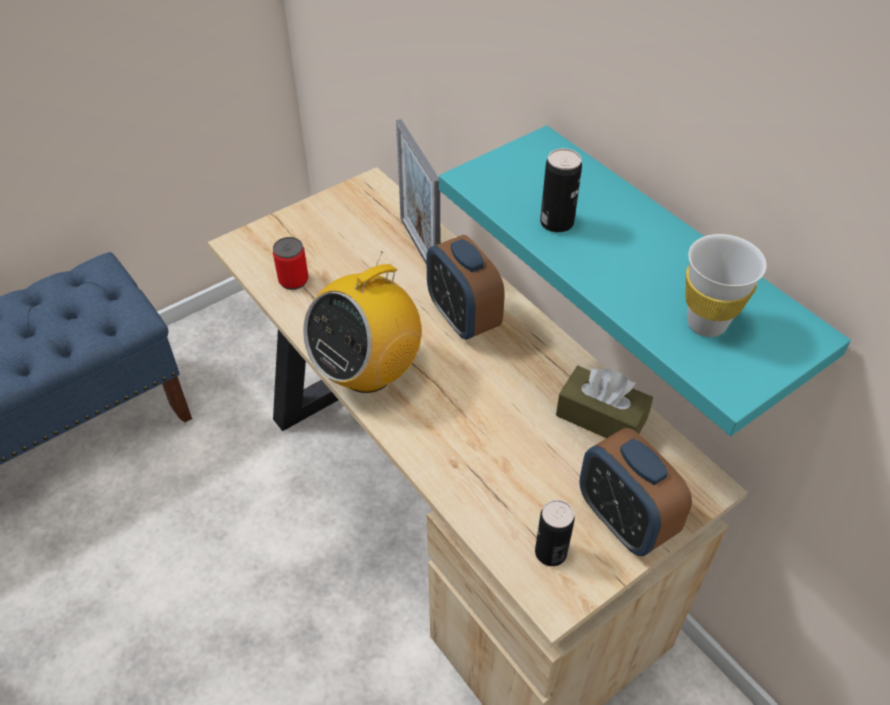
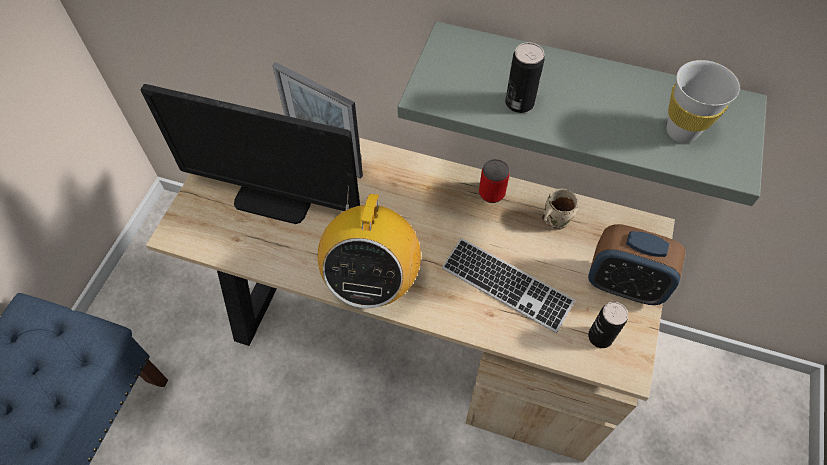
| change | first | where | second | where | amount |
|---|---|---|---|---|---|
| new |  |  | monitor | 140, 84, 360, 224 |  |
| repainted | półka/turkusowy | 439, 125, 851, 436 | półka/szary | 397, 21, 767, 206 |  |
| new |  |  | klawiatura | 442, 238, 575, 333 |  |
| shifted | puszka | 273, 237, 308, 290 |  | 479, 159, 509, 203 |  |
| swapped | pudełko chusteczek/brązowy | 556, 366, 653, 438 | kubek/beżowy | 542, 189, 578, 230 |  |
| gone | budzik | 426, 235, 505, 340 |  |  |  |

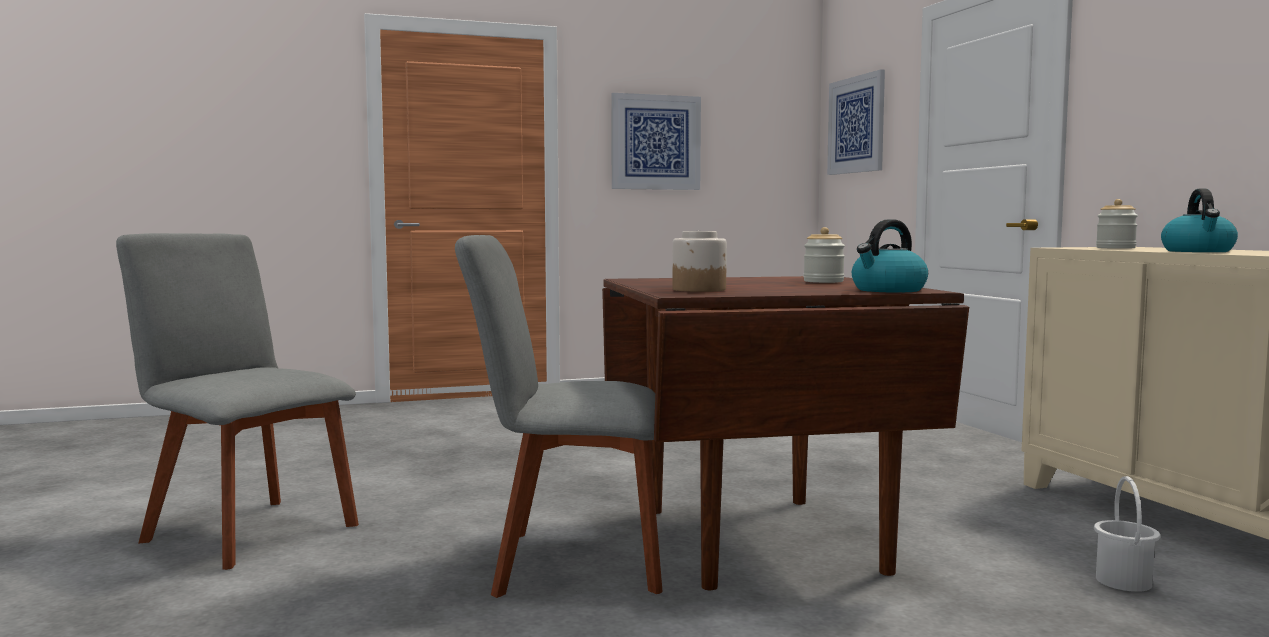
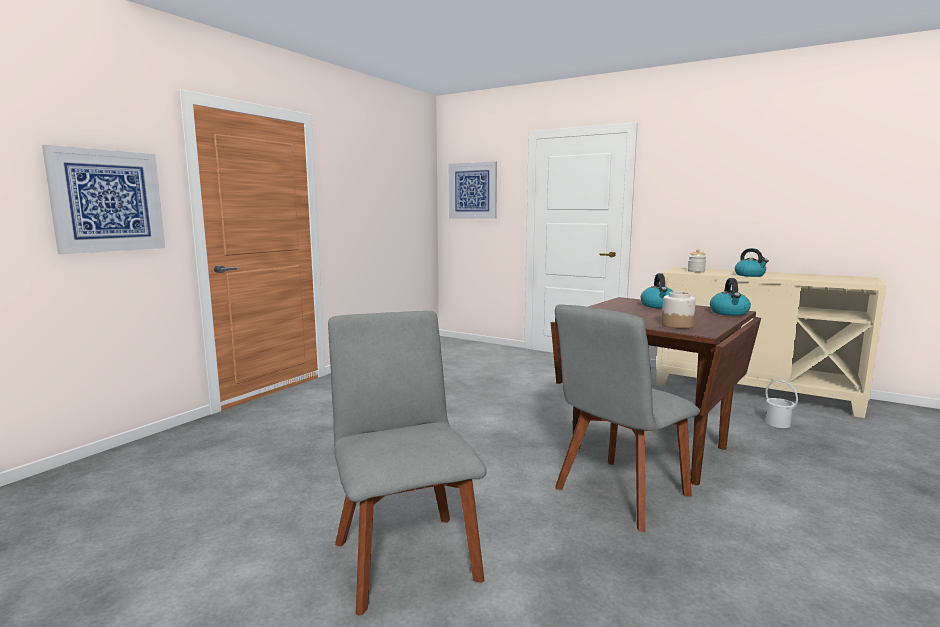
| change | first | where | second | where | amount |
|---|---|---|---|---|---|
| shifted | obraz | 611, 93, 701, 190 |  | 42, 145, 165, 254 |  |
| rotated | krzesło/szary | 116, 233, 359, 570 |  | 328, 311, 487, 615 | 75 degrees clockwise |
| swapped | słoik | 803, 227, 845, 283 | czajnik | 641, 273, 674, 308 |  |

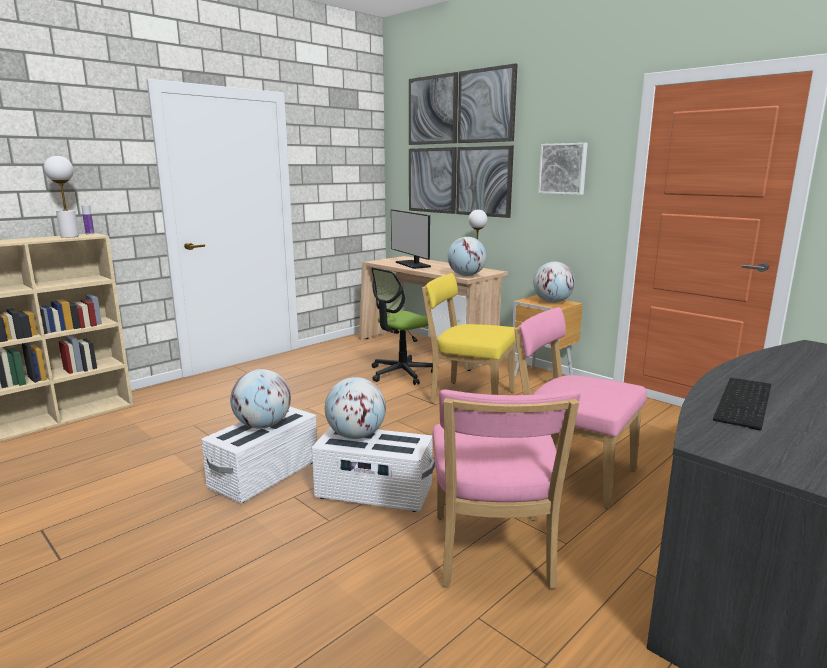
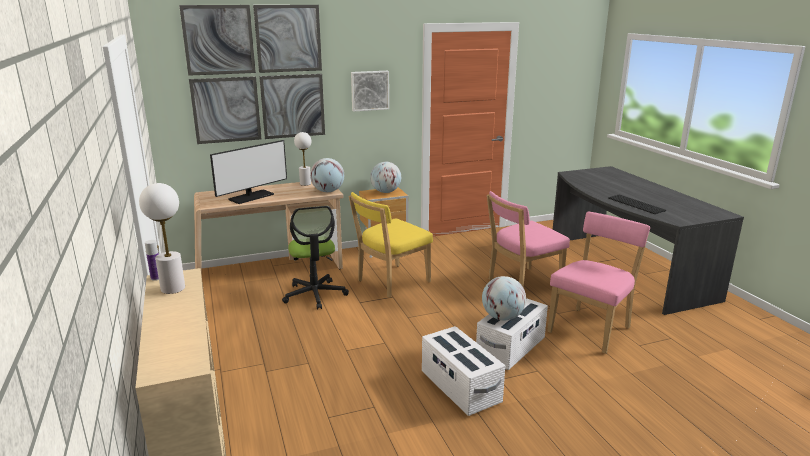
| change | first | where | second | where | amount |
|---|---|---|---|---|---|
| rotated | monitor | 391, 210, 431, 269 |  | 210, 140, 287, 204 | 45 degrees counterclockwise |
| rotated | krzesło/różowy | 433, 390, 580, 589 |  | 547, 211, 650, 354 | 75 degrees counterclockwise |
| gone | globus | 230, 369, 291, 429 |  |  |  |

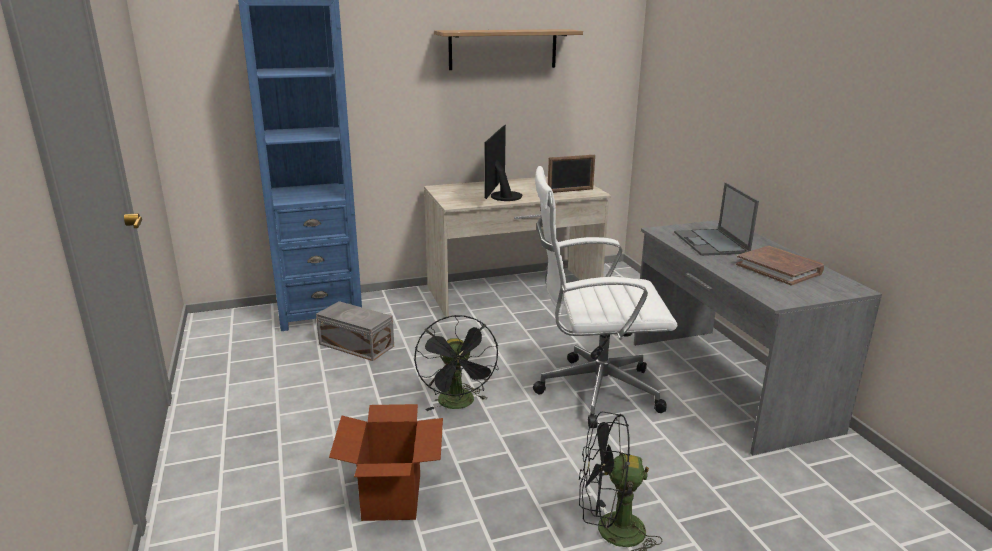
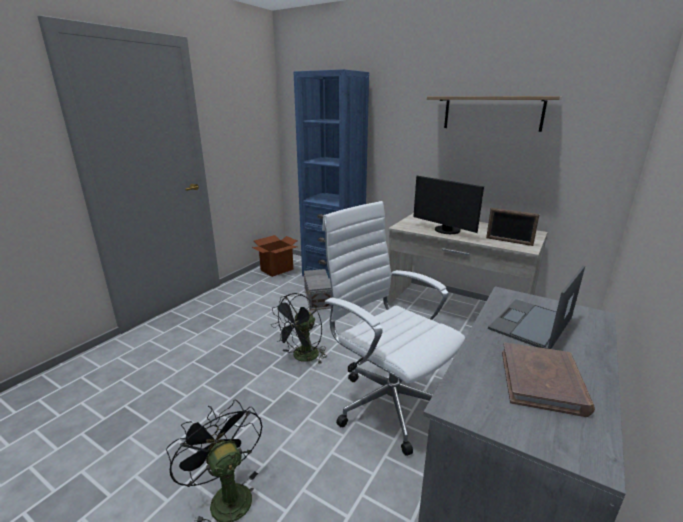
| change | first | where | second | where | amount |
|---|---|---|---|---|---|
| shifted | karton | 329, 404, 443, 521 |  | 252, 235, 297, 277 |  |
| rotated | monitor | 484, 125, 522, 201 |  | 413, 176, 484, 234 | 105 degrees counterclockwise |

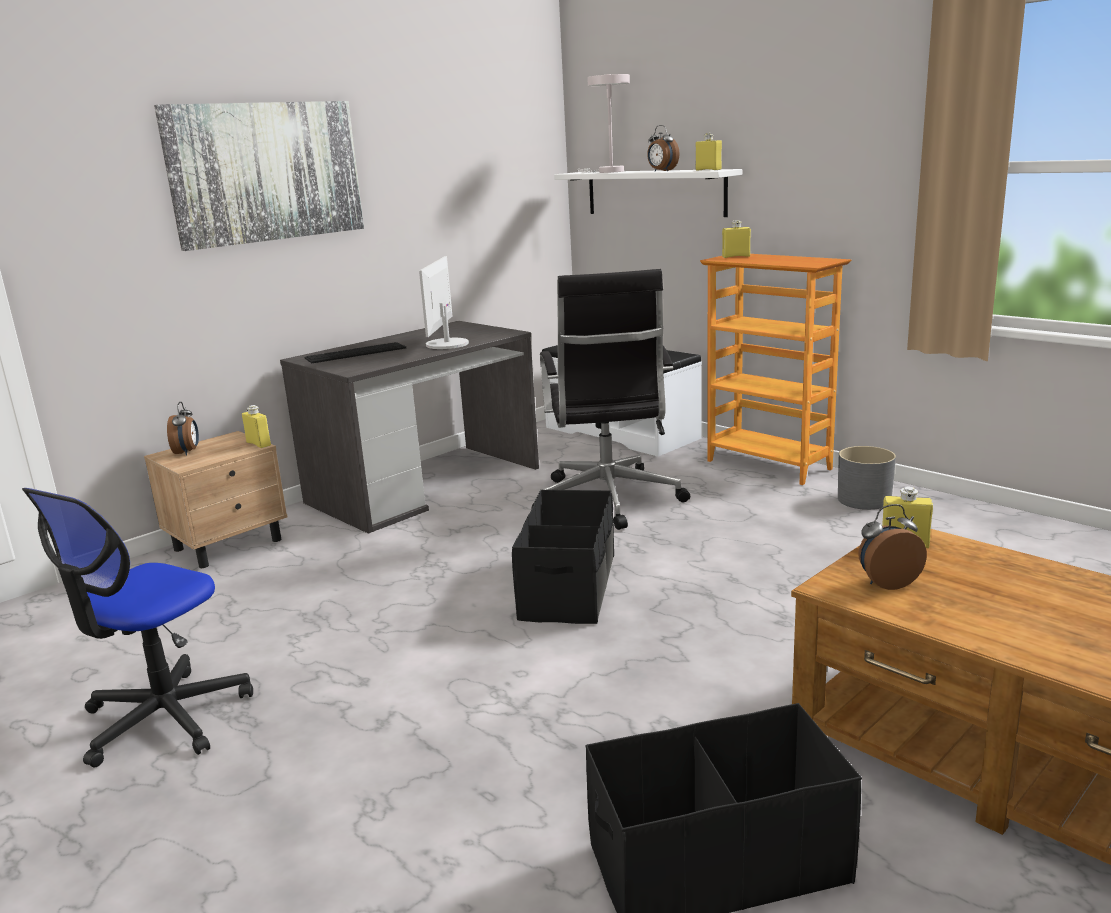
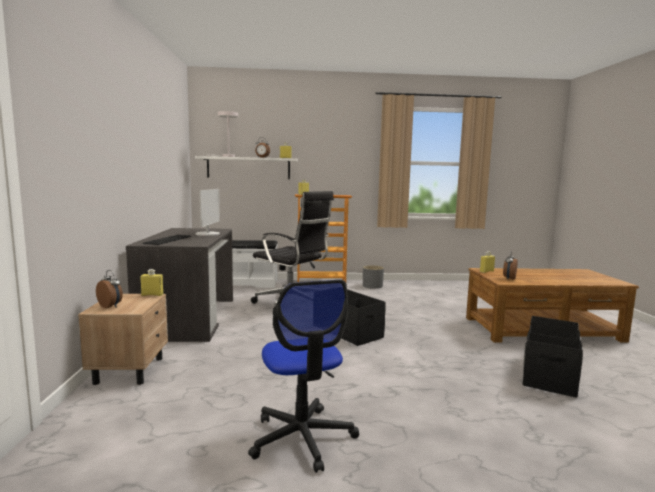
| change | first | where | second | where | amount |
|---|---|---|---|---|---|
| rotated | monitor | 419, 256, 469, 349 |  | 195, 189, 220, 236 | 135 degrees counterclockwise |
| gone | obraz | 154, 101, 364, 251 |  |  |  |

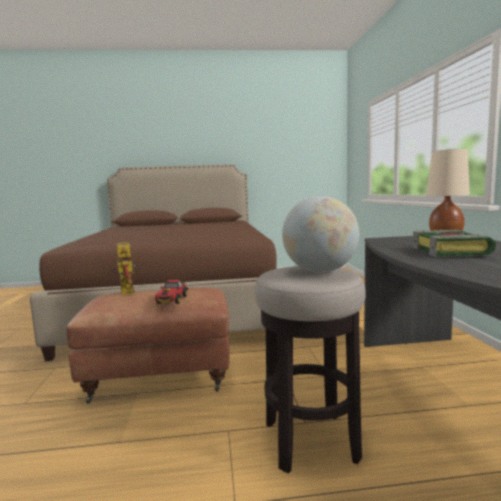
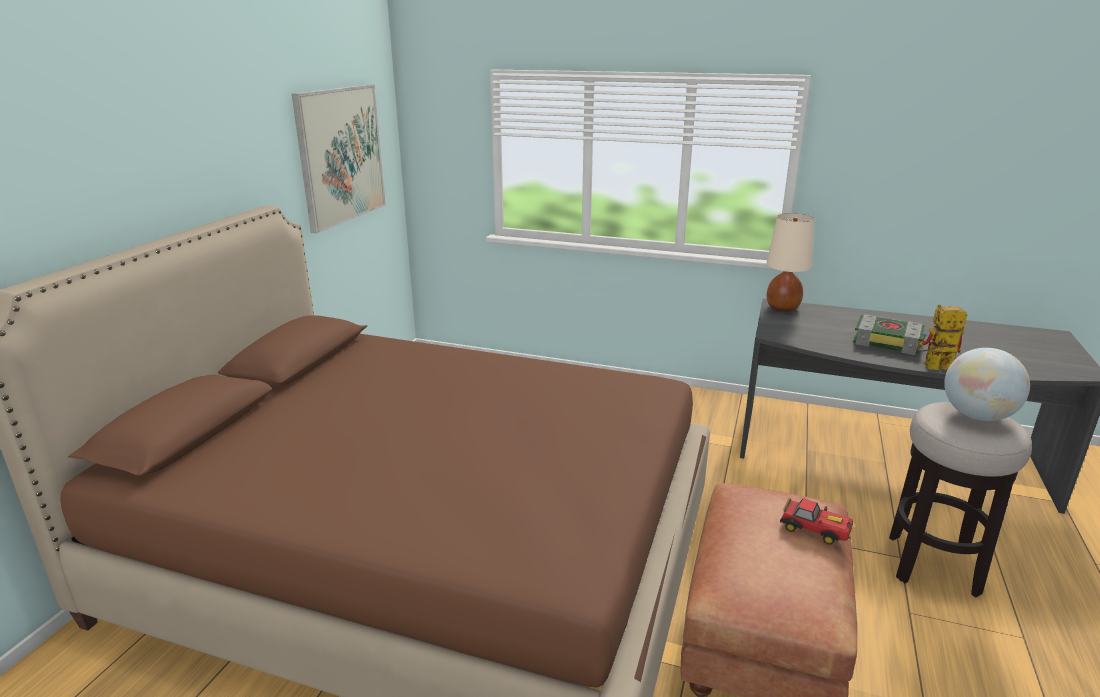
| change | first | where | second | where | amount |
|---|---|---|---|---|---|
| new |  |  | obraz | 292, 84, 386, 233 |  |
| shifted | robot zabawkowy | 110, 239, 135, 295 |  | 918, 304, 967, 370 |  |

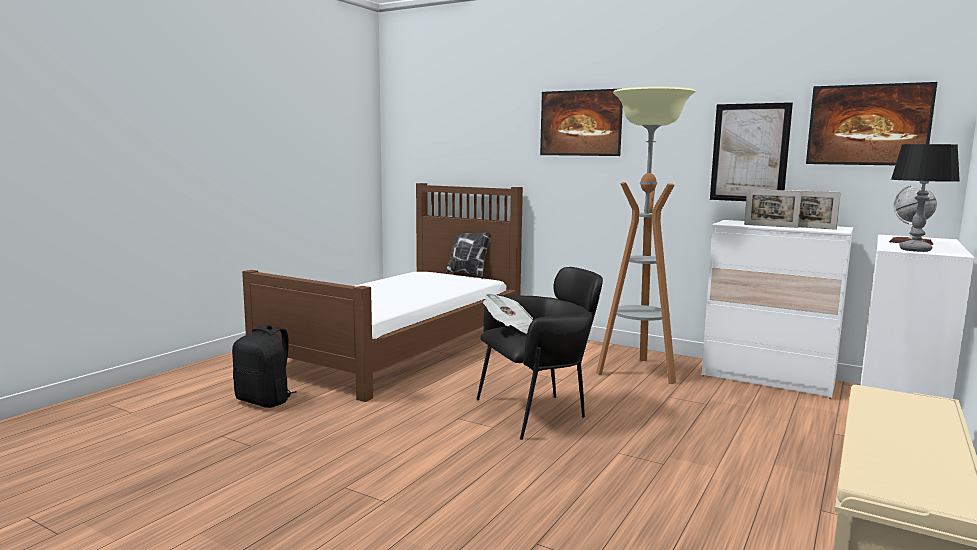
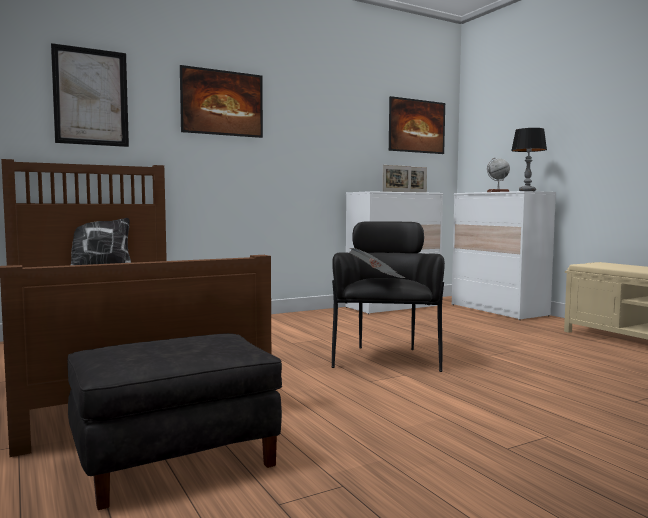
| change | first | where | second | where | amount |
|---|---|---|---|---|---|
| shifted | obraz | 710, 102, 793, 201 |  | 51, 43, 129, 147 |  |
| swapped | plecak/czarny | 232, 325, 297, 408 | pufa/czarny | 67, 333, 282, 510 |  |
| gone | lampa stojąca | 596, 87, 696, 384 |  |  |  |

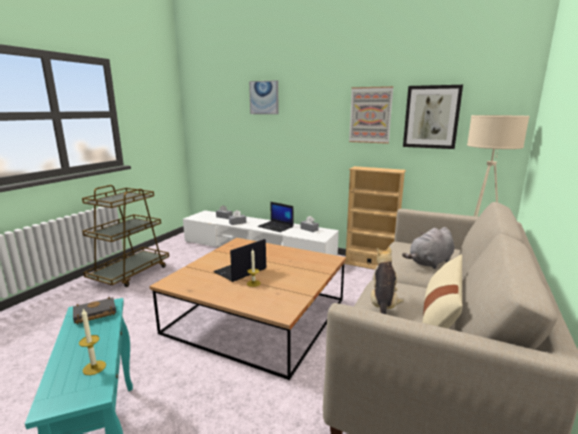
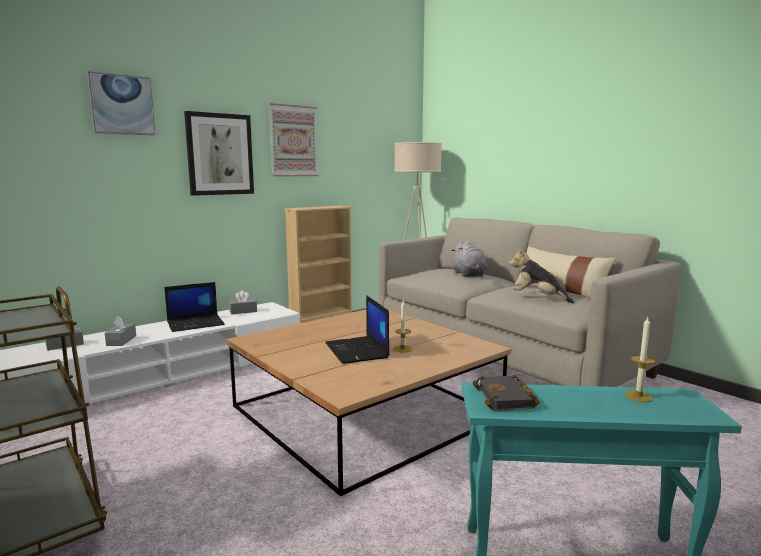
| change | first | where | second | where | amount |
|---|---|---|---|---|---|
| shifted | obraz | 403, 85, 463, 149 |  | 184, 111, 254, 196 |  |

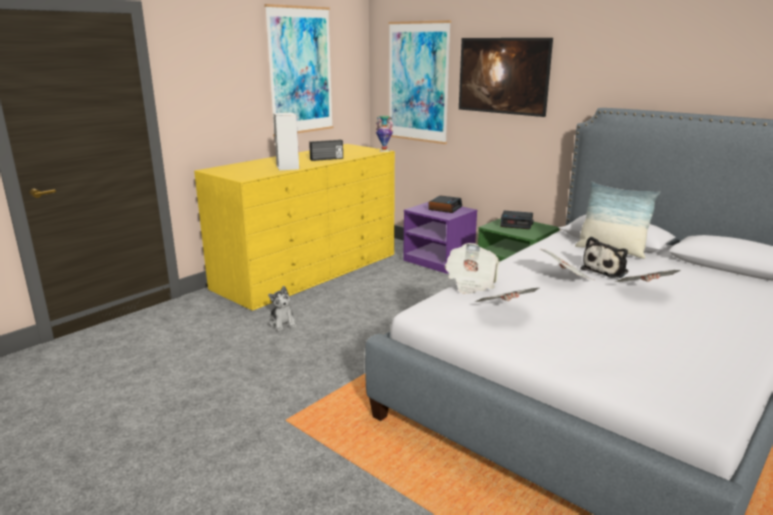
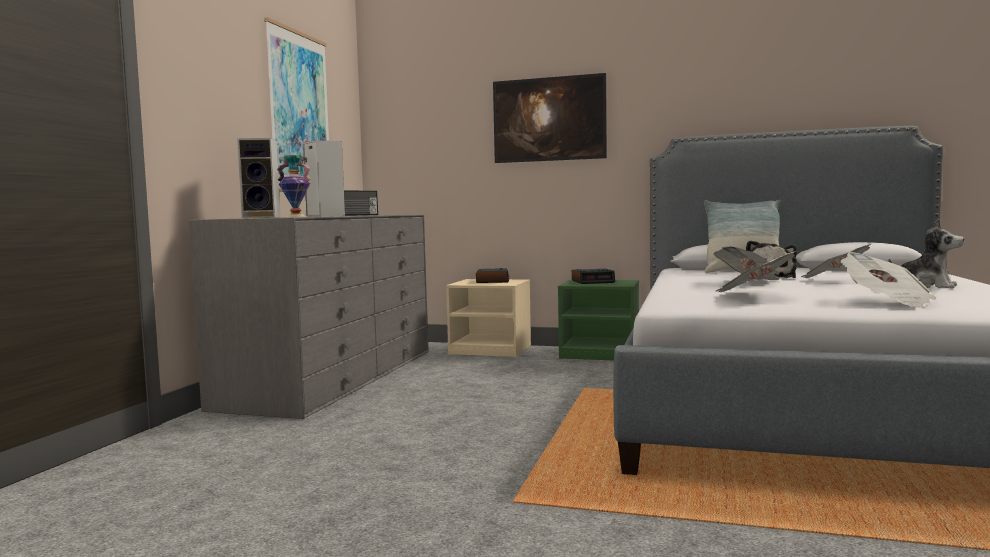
| change | first | where | second | where | amount |
|---|---|---|---|---|---|
| repainted | komoda/żółty | 194, 144, 395, 311 | komoda/szary | 189, 215, 429, 419 |  |
| new |  |  | głośnik | 237, 138, 280, 218 |  |
| shifted | wazon | 376, 116, 393, 152 |  | 277, 155, 310, 217 |  |
| repainted | szafka nocna/fioletowy | 403, 202, 477, 274 | szafka nocna/beżowy | 446, 279, 531, 357 |  |
| shifted | gazeta | 445, 243, 500, 294 |  | 841, 252, 936, 308 |  |
| shifted | pluszak | 268, 286, 296, 331 |  | 889, 219, 964, 288 |  |
| gone | obraz | 389, 20, 451, 144 |  |  |  |

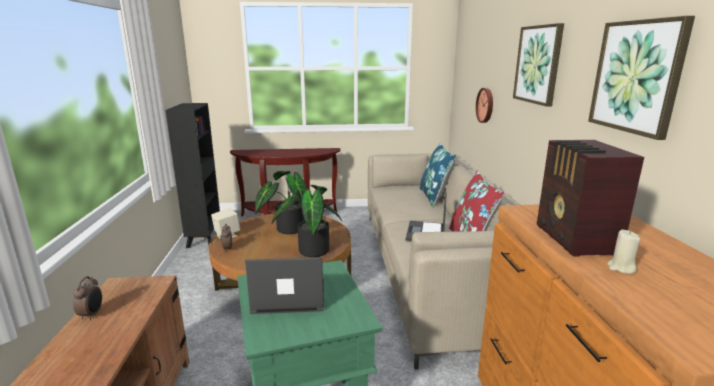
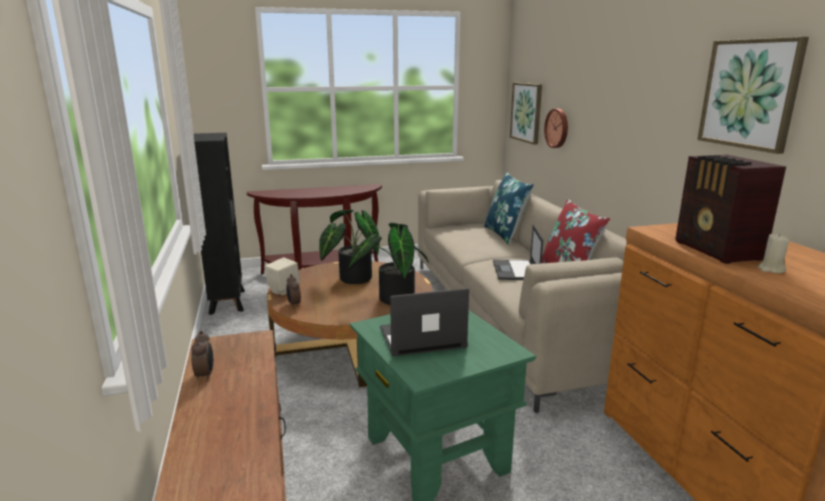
| change | first | where | second | where | amount |
|---|---|---|---|---|---|
| shifted | obraz | 513, 23, 564, 107 |  | 510, 83, 542, 145 |  |

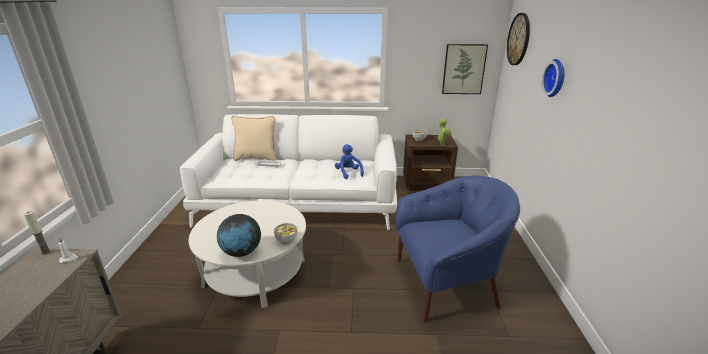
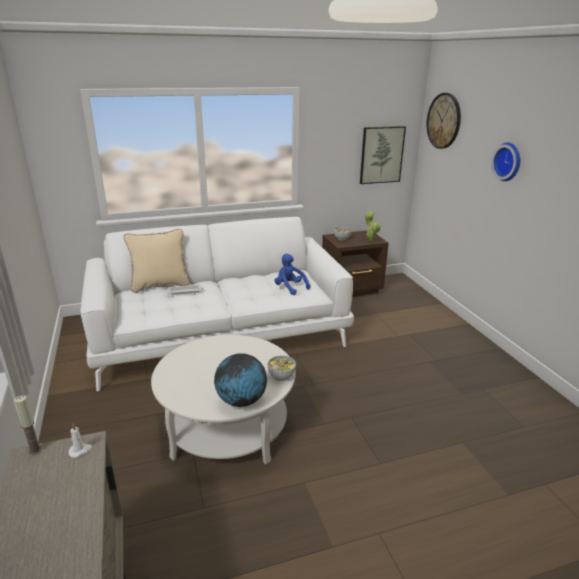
| change | first | where | second | where | amount |
|---|---|---|---|---|---|
| gone | fotel/niebieski | 395, 176, 520, 323 |  |  |  |

